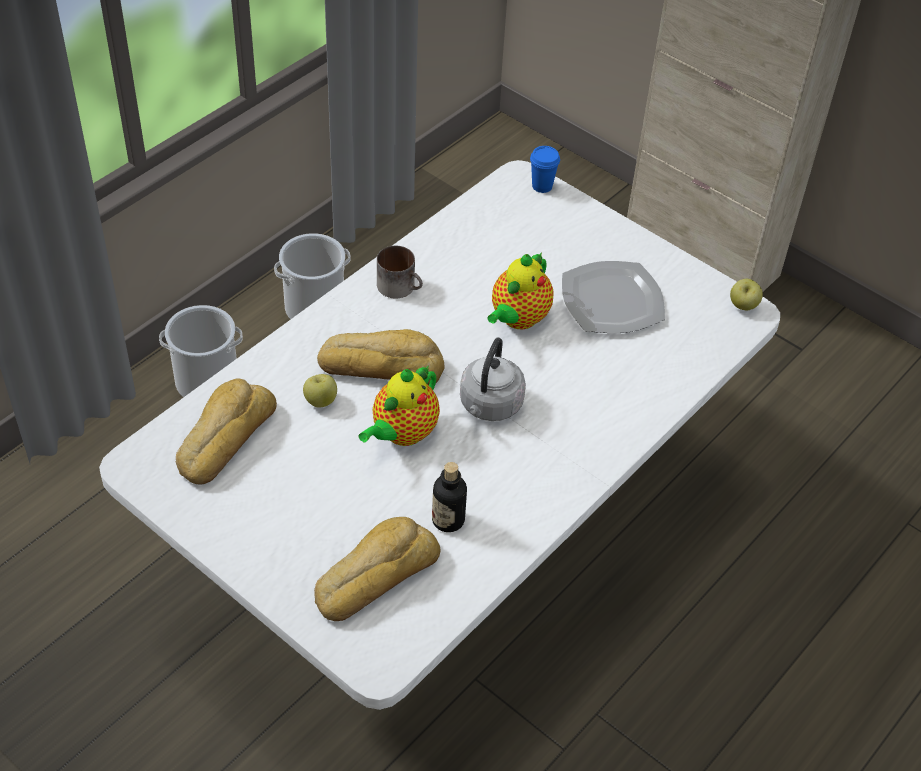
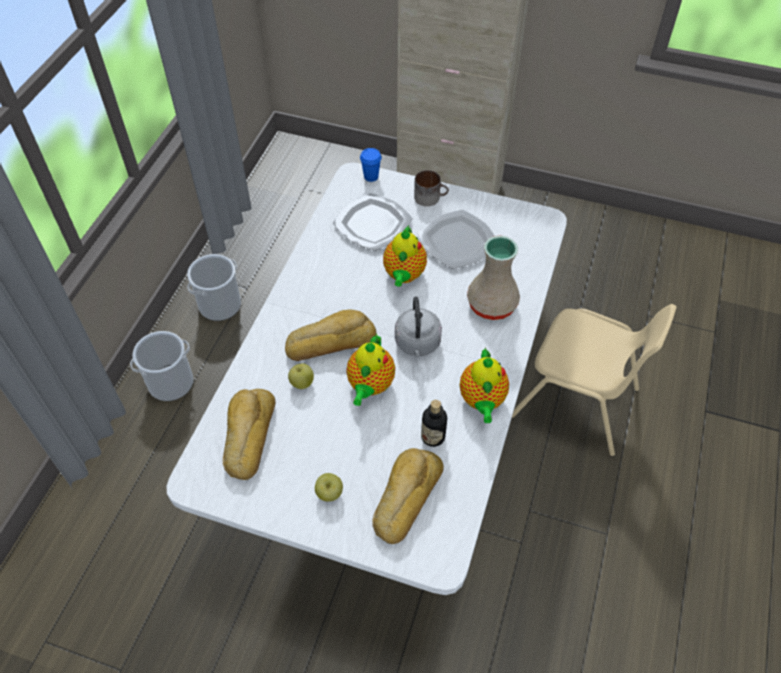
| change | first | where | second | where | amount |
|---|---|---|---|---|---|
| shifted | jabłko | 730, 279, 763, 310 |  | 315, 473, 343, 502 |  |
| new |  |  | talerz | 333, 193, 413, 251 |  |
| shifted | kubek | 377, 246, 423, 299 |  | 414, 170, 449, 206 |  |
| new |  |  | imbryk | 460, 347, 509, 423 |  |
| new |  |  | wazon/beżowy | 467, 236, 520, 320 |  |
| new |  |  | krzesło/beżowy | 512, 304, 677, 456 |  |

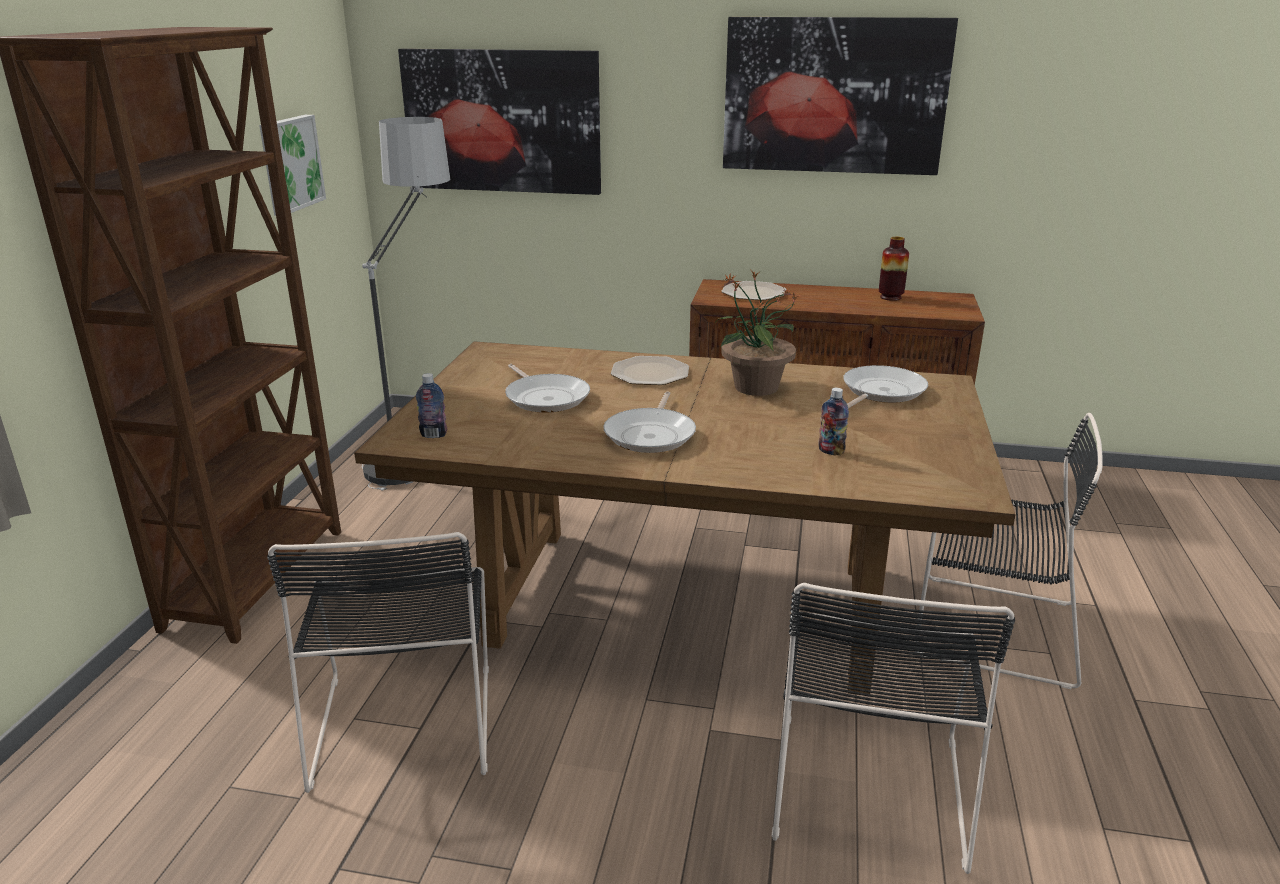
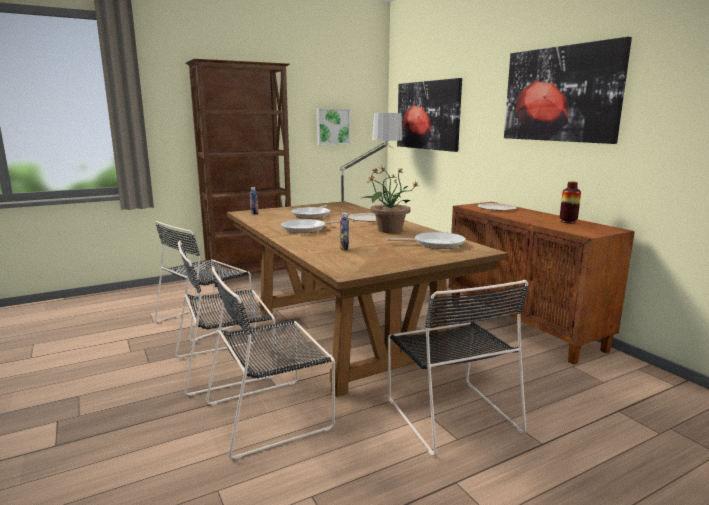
| change | first | where | second | where | amount |
|---|---|---|---|---|---|
| new |  |  | krzesło/czarny | 175, 241, 277, 396 |  |

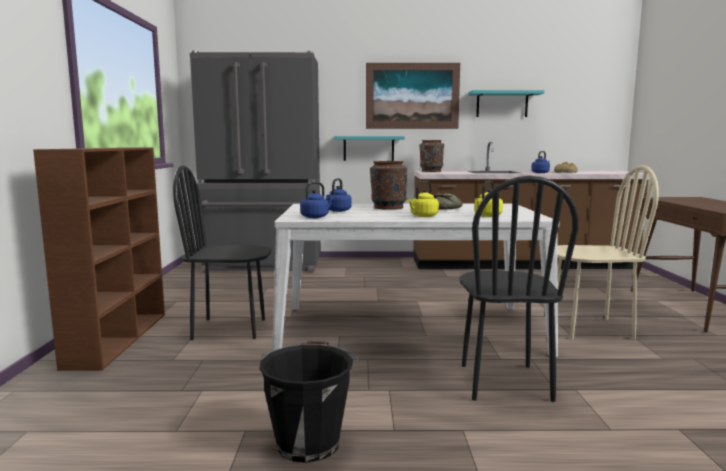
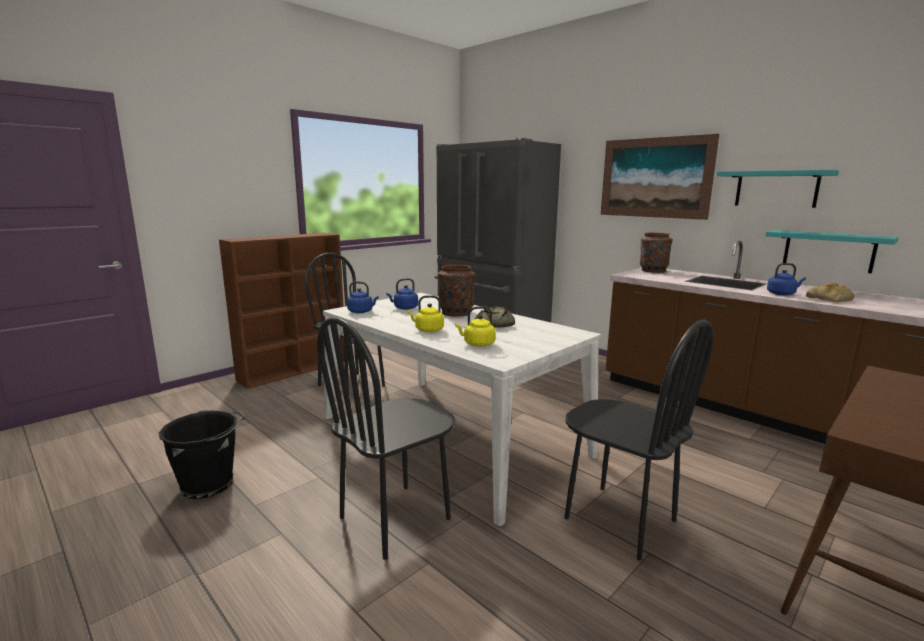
| change | first | where | second | where | amount |
|---|---|---|---|---|---|
| repainted | krzesło/beżowy | 557, 165, 659, 340 | krzesło/czarny | 565, 320, 713, 561 |  |
| shifted | półka/turkusowy | 334, 136, 405, 161 |  | 765, 230, 899, 274 |  |

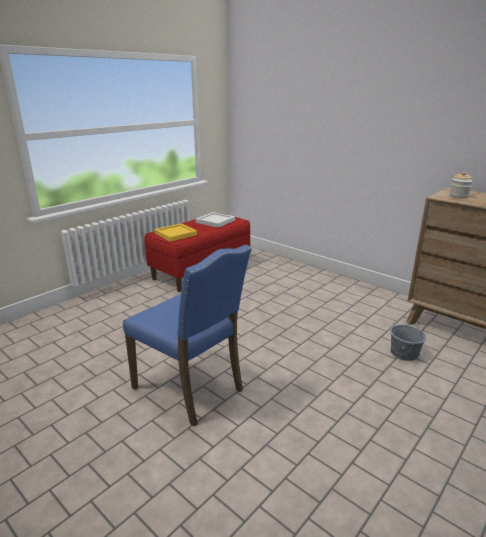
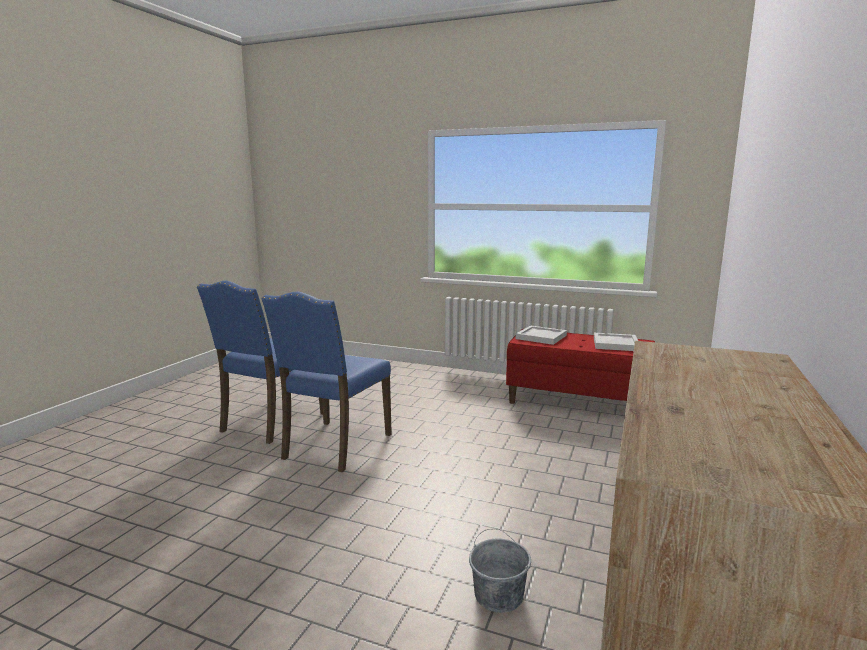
| change | first | where | second | where | amount |
|---|---|---|---|---|---|
| new |  |  | krzesło/niebieski | 197, 281, 323, 444 |  |
| repainted | taca/żółty | 154, 223, 197, 242 | taca/biały | 516, 326, 567, 345 |  |
| gone | słoik | 449, 172, 472, 199 |  |  |  |

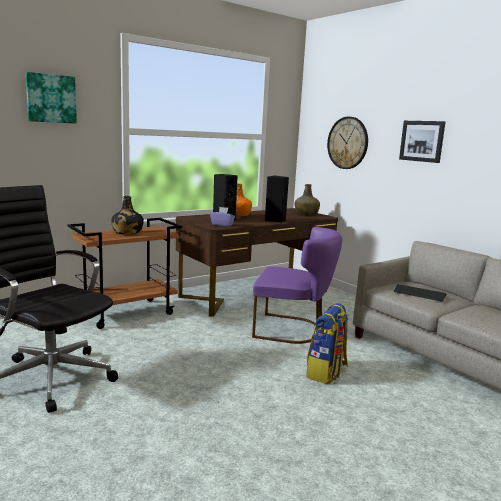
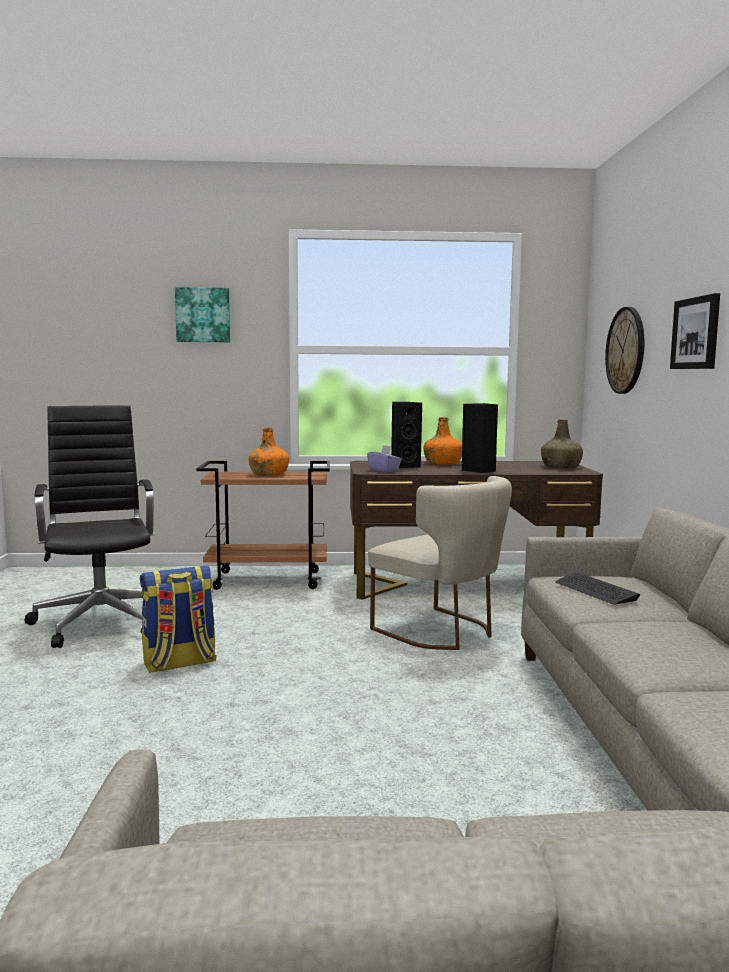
| change | first | where | second | where | amount |
|---|---|---|---|---|---|
| shifted | plecak | 306, 303, 348, 384 |  | 140, 565, 217, 673 |  |
| repainted | butelka/czarny | 111, 196, 144, 235 | butelka/pomarańczowy | 249, 427, 289, 476 |  |
| repainted | krzesło/fioletowy | 252, 227, 342, 344 | krzesło/beżowy | 368, 476, 512, 650 |  |

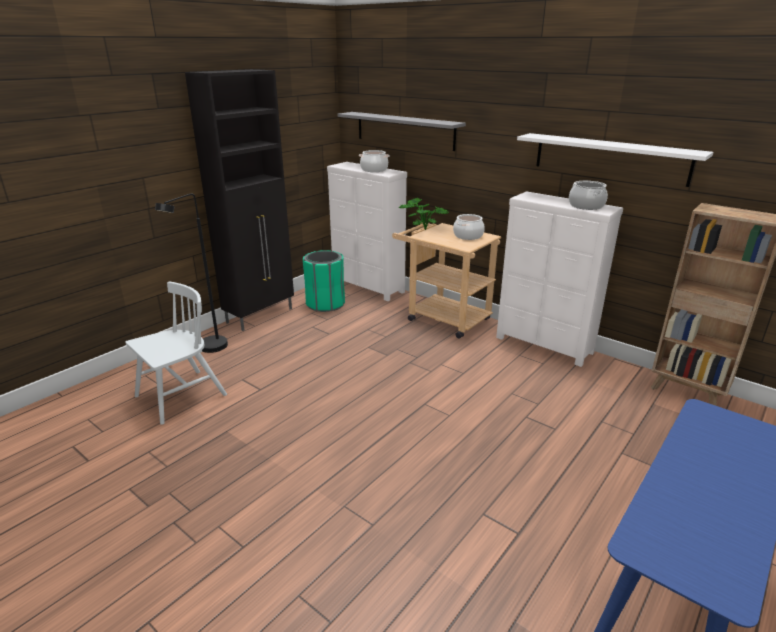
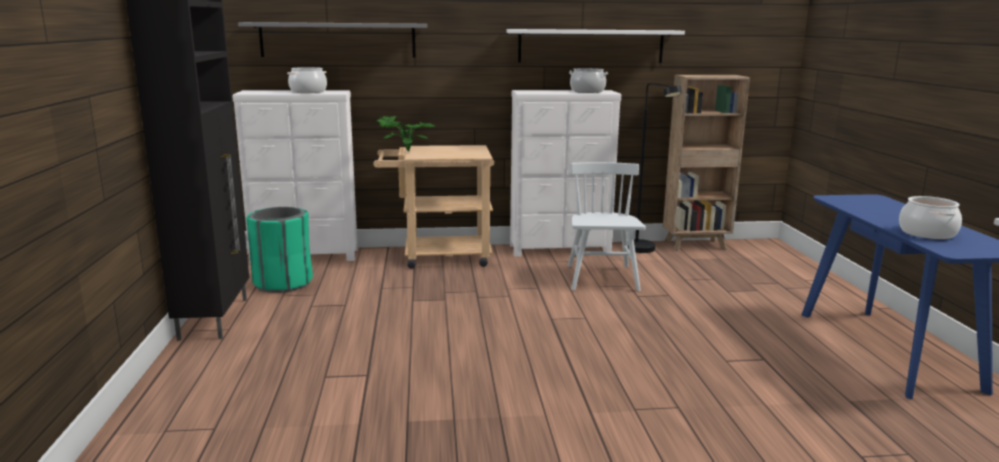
| change | first | where | second | where | amount |
|---|---|---|---|---|---|
| shifted | krzesło/biały | 125, 281, 227, 425 |  | 568, 162, 646, 291 |  |
| shifted | lampa stojąca/czarny | 155, 194, 228, 353 |  | 628, 83, 682, 253 |  |
| shifted | garnek | 453, 214, 485, 240 |  | 899, 196, 962, 239 |  |

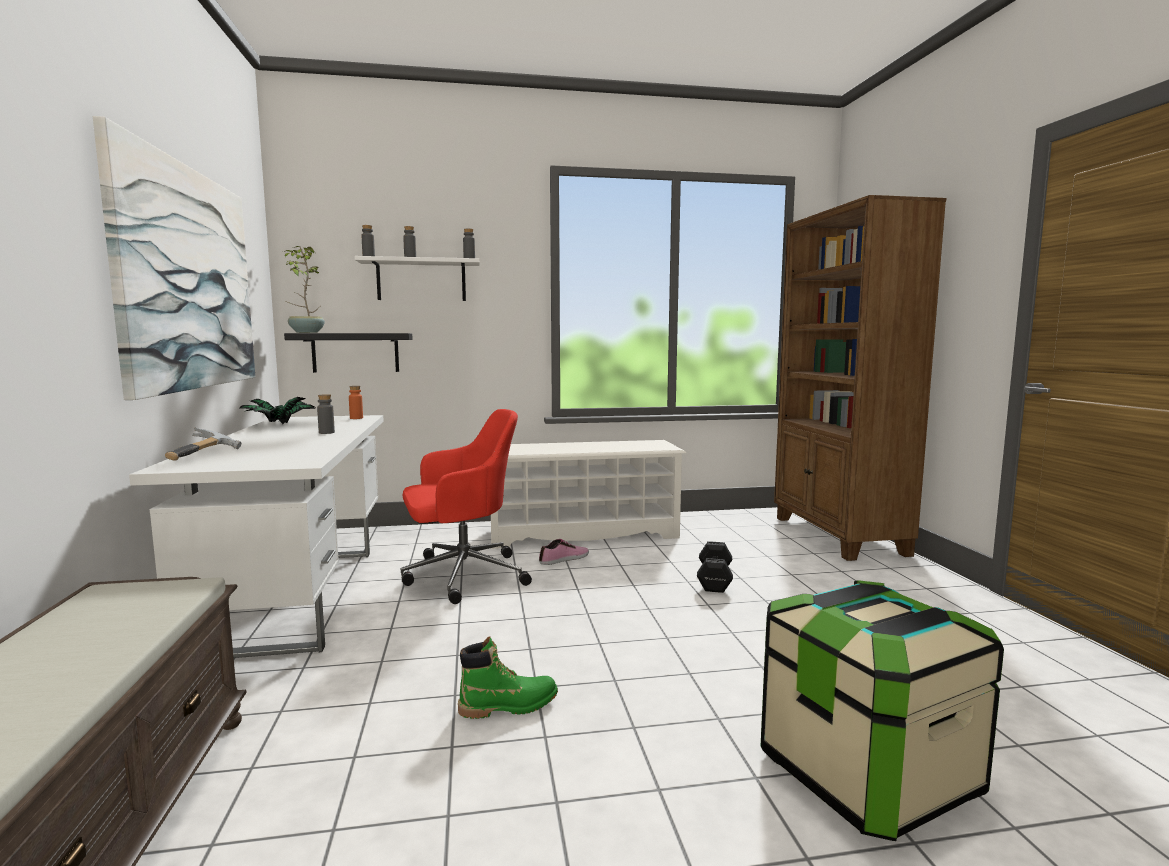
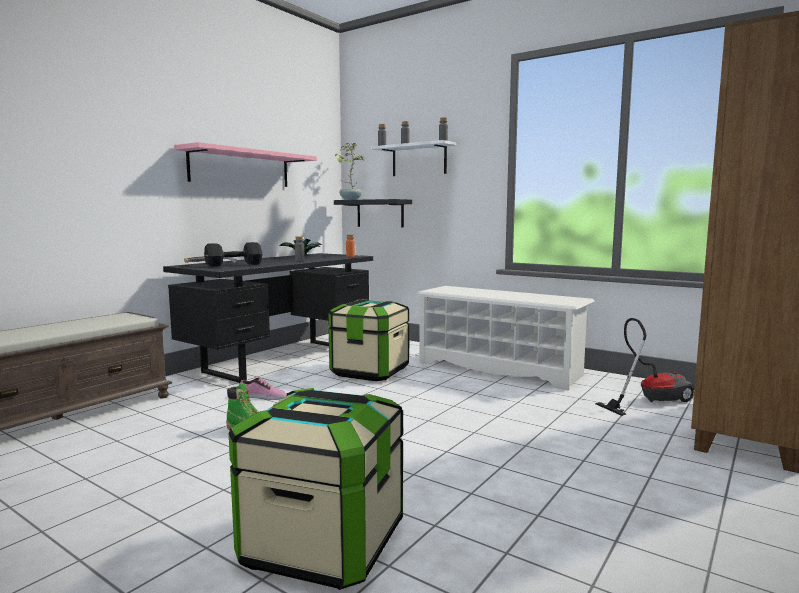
| change | first | where | second | where | amount |
|---|---|---|---|---|---|
| repainted | biurko/biały | 129, 415, 384, 658 | biurko/czarny | 163, 253, 373, 383 |  |
| swapped | obraz | 93, 116, 255, 400 | półka/różowy | 174, 142, 317, 187 |  |
| shifted | hantel/czarny | 697, 541, 733, 593 |  | 204, 242, 262, 267 |  |
| shifted | but | 539, 539, 589, 565 |  | 239, 378, 287, 400 |  |
| swapped | krzesło biurowe/czerwony | 401, 409, 532, 604 | pojemnik do przechowywania | 328, 299, 409, 381 |  |
| new |  |  | odkurzacz | 595, 318, 695, 416 |  |

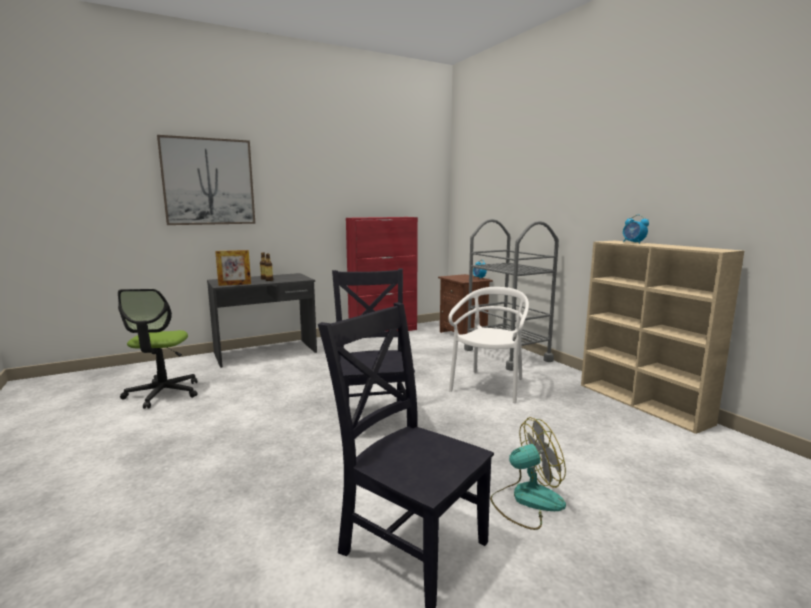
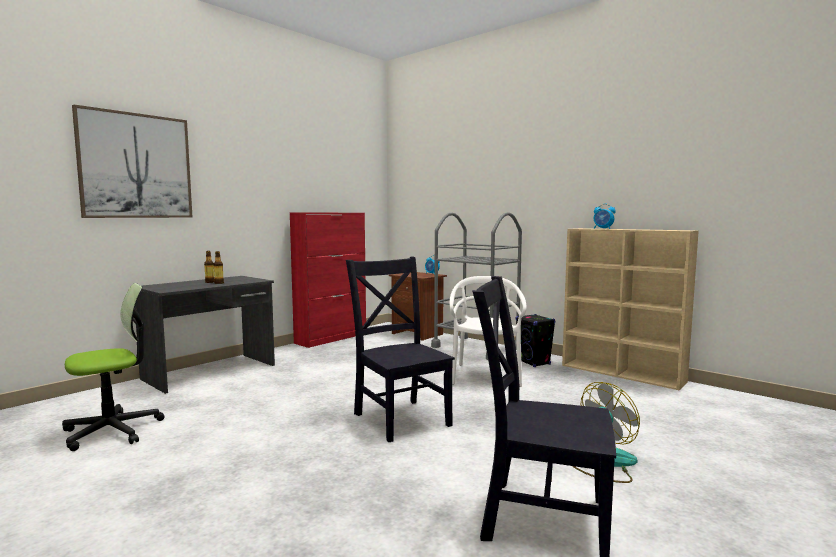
| change | first | where | second | where | amount |
|---|---|---|---|---|---|
| rotated | krzesło biurowe | 118, 289, 198, 409 |  | 62, 283, 164, 451 | 105 degrees counterclockwise |
| new |  |  | głośnik/czarny | 516, 314, 555, 367 |  |
| gone | ramka na zdjęcie | 215, 250, 251, 286 |  |  |  |

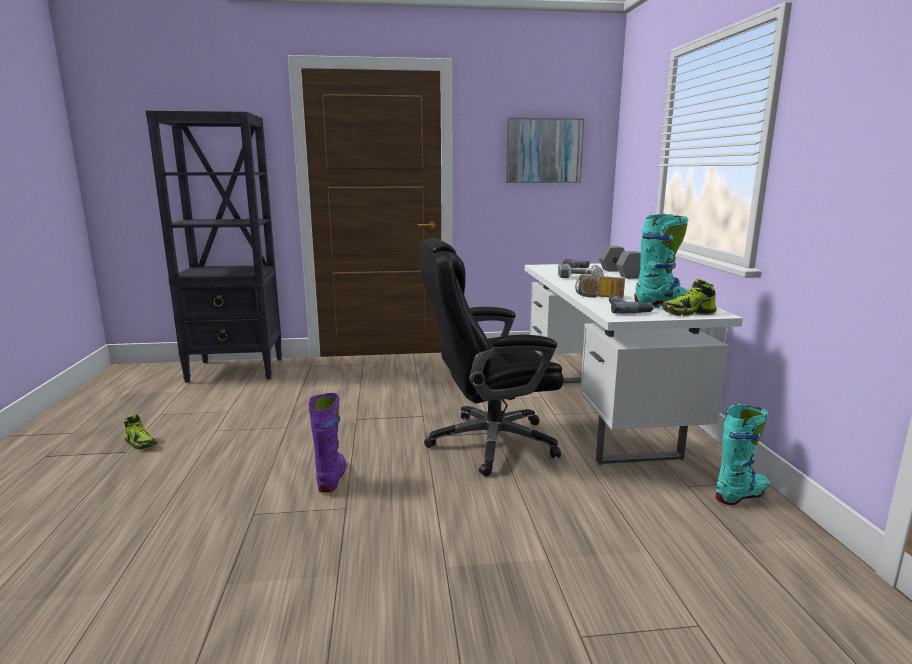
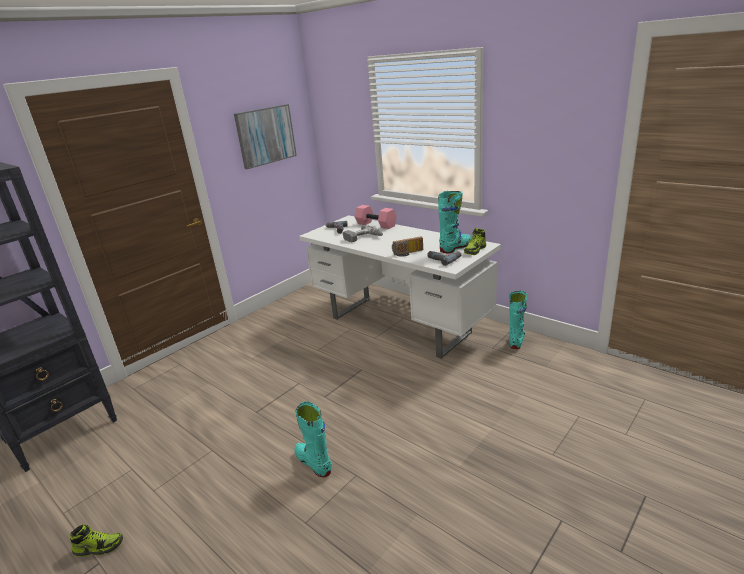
| change | first | where | second | where | amount |
|---|---|---|---|---|---|
| repainted | but z cholewką/fioletowy | 308, 393, 347, 492 | but z cholewką/turkusowy | 294, 401, 332, 477 |  |
| repainted | hantel/szary | 599, 246, 641, 279 | hantel/różowy | 355, 205, 397, 229 |  |
| gone | krzesło biurowe/czarny | 419, 238, 564, 476 |  |  |  |

